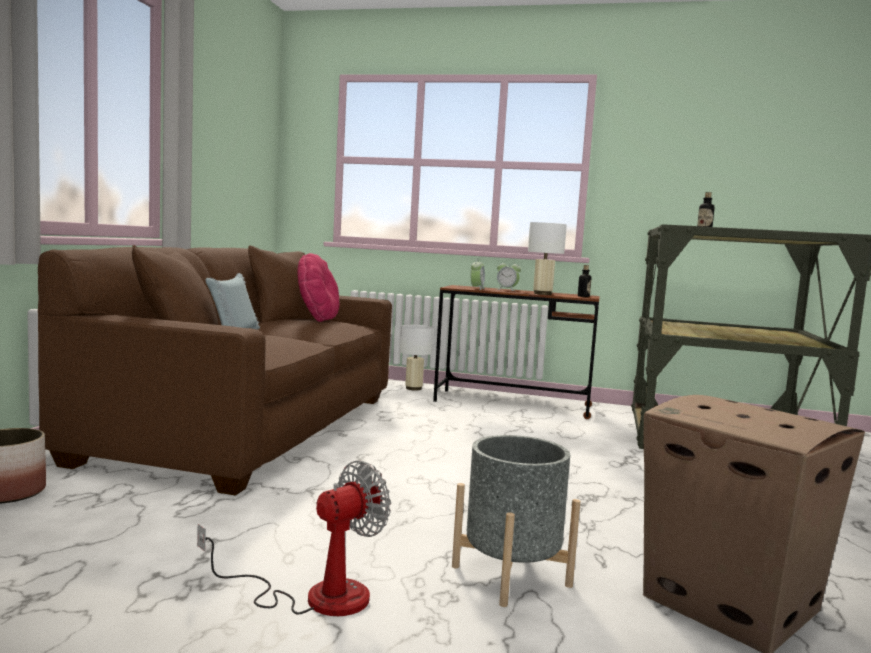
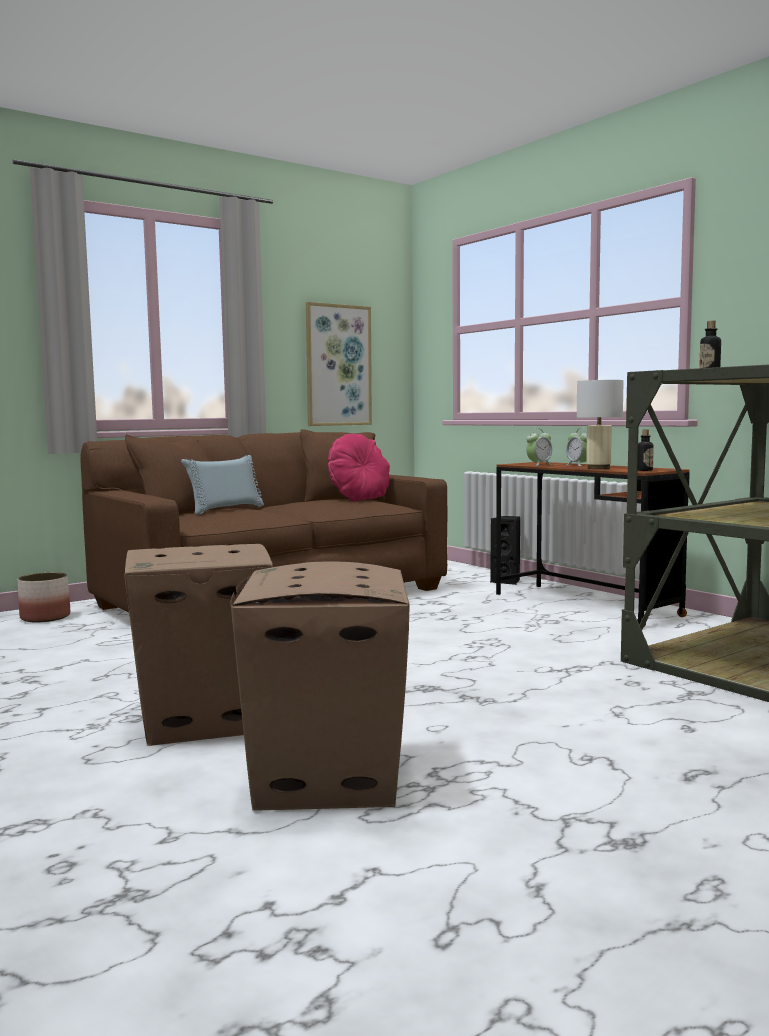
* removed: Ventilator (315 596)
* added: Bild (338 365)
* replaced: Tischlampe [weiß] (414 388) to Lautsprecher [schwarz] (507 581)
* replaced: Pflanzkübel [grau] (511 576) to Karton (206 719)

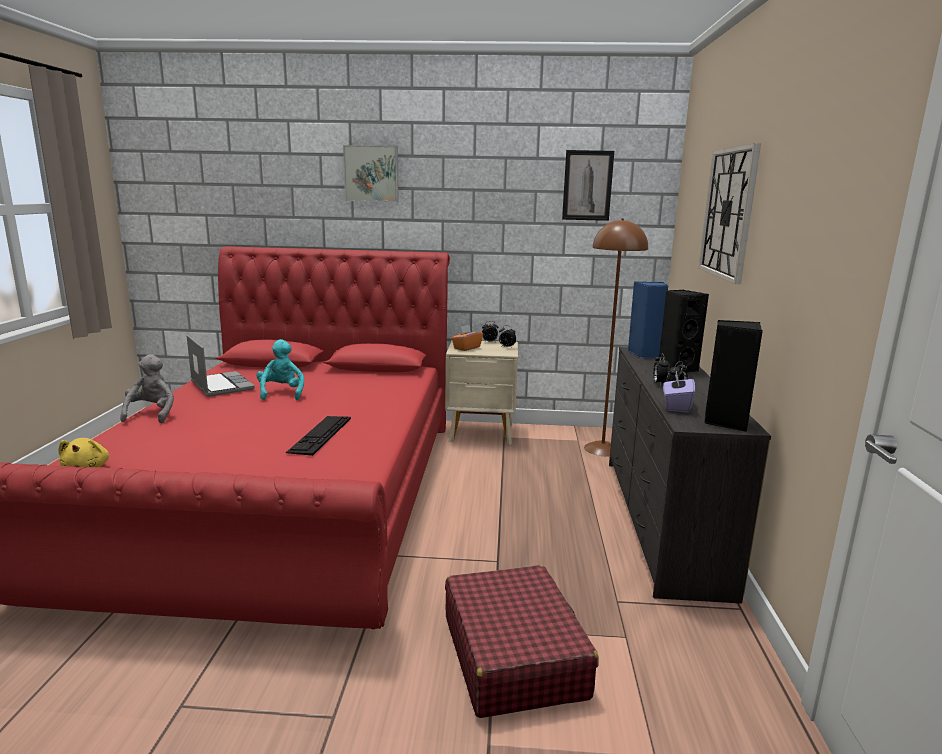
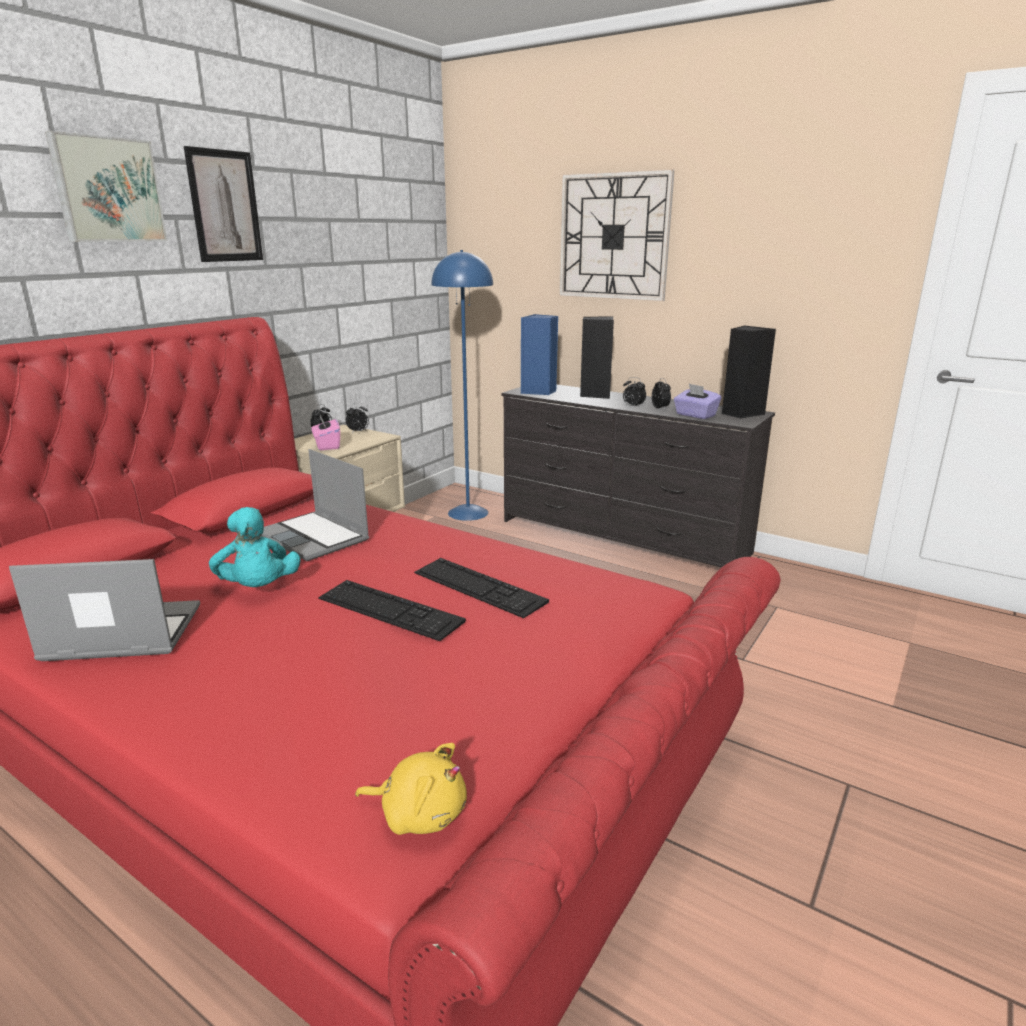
* removed: Plüschtier [grau] (152 414)
* removed: Koffer [rot] (513 655)
* added: Laptop (315 538)
* added: Tastatur (389 609)
* moved: Bild (587 185) to (225 206)
* recoloured: Taschentuchbox [orange] (466 348) to Taschentuchbox [rosa] (327 446)
* recoloured: Stehlampe [braun] (602 448) to Stehlampe [blau] (467 513)
* turned: Plüschtier [türkis] (281 393) = (258 589) 135 degrees counterclockwise

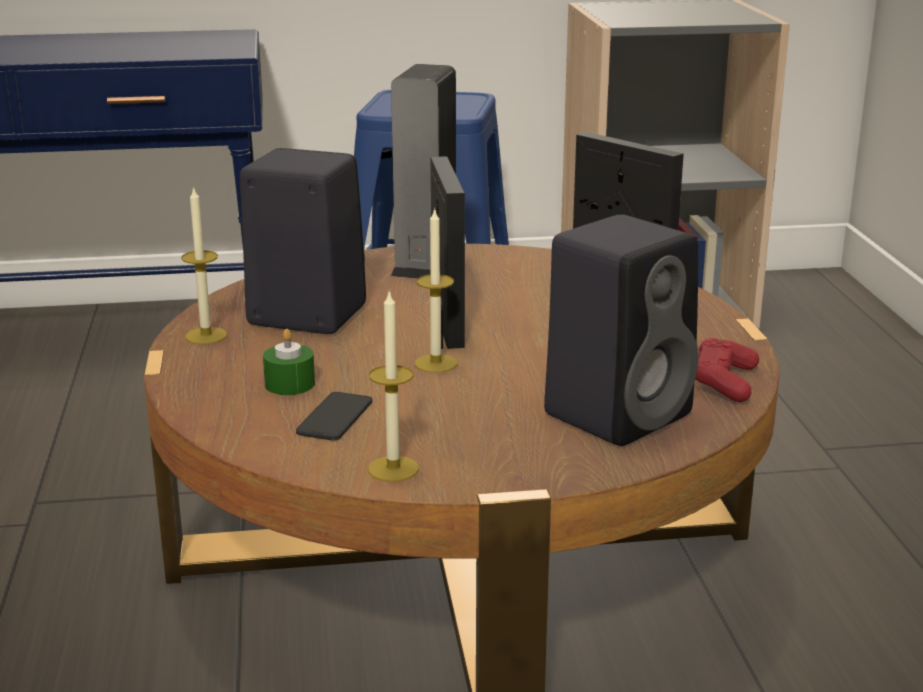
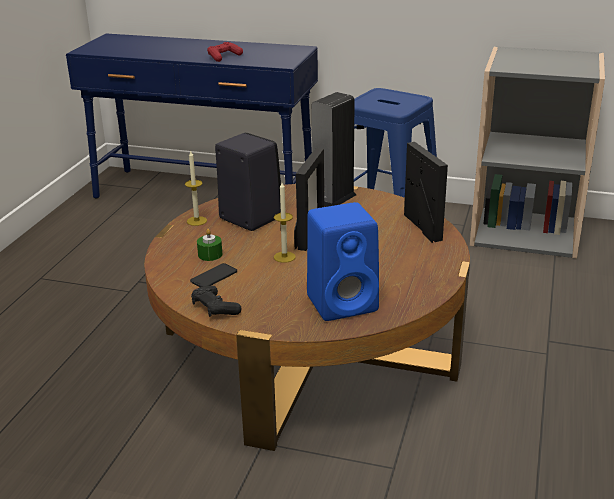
* moved: Gamepad [rot] (723 382) to (224 57)
* replaced: Kerze (393 469) to Gamepad [schwarz] (215 308)
* recoloured: Lautsprecher [schwarz] (619 413) to Lautsprecher [blau] (344 303)

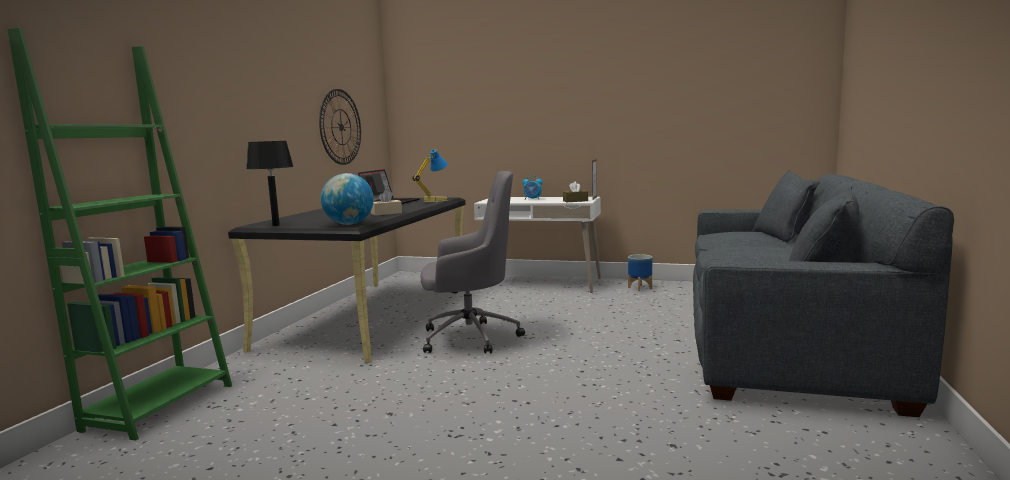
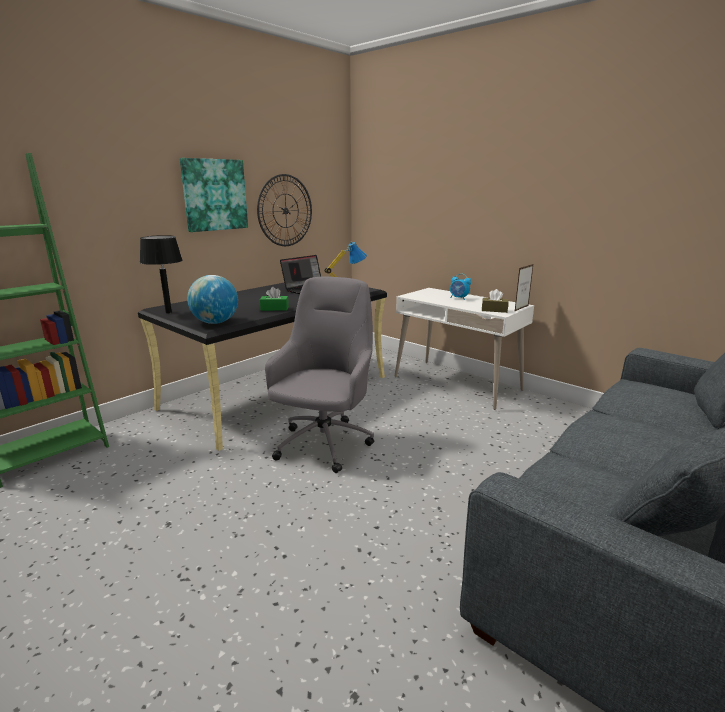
* removed: Pflanzkübel (640 288)
* added: Bild (214 195)
* recoloured: Taschentuchbox [beige] (386 213) to Taschentuchbox [grün] (274 308)
* turned: Bürostuhl [grau] (470 338) = (324 444) 90 degrees counterclockwise

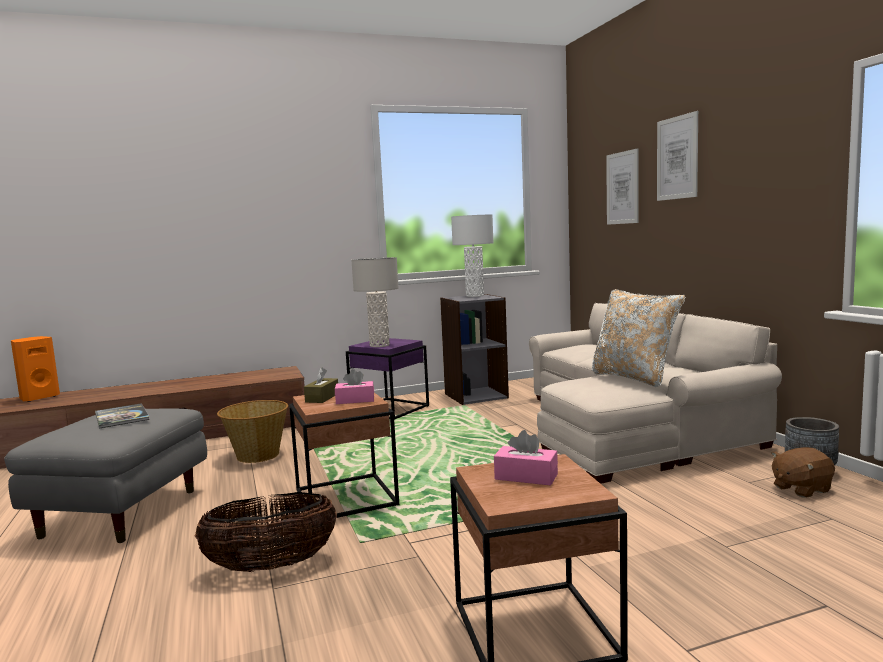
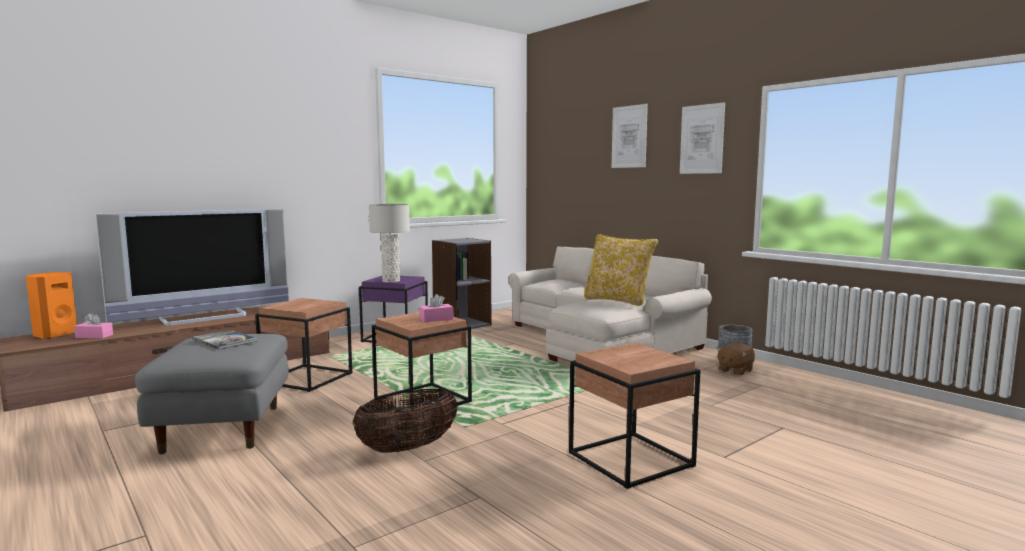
* removed: Taschentuchbox [braun] (322 398)
* removed: Tischlampe [weiß] (475 296)
* added: Fernseher (205 317)
* moved: Taschentuchbox [rosa] (526 477) to (94 336)
* moved: Bild (622 188) to (702 139)
* replaced: Korb (257 455) to Beistelltisch [braun] (307 378)
* recoloured: Kissen [weiß] (633 380) to Kissen [gelb] (617 302)

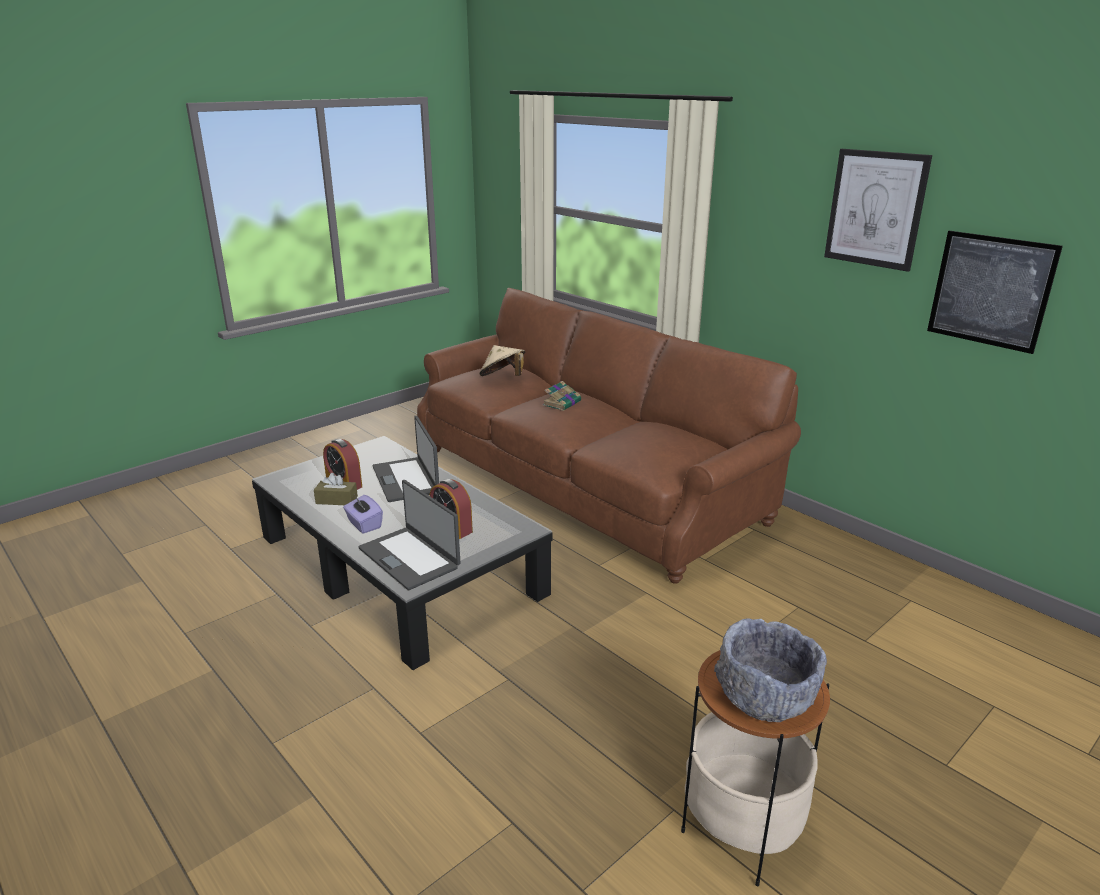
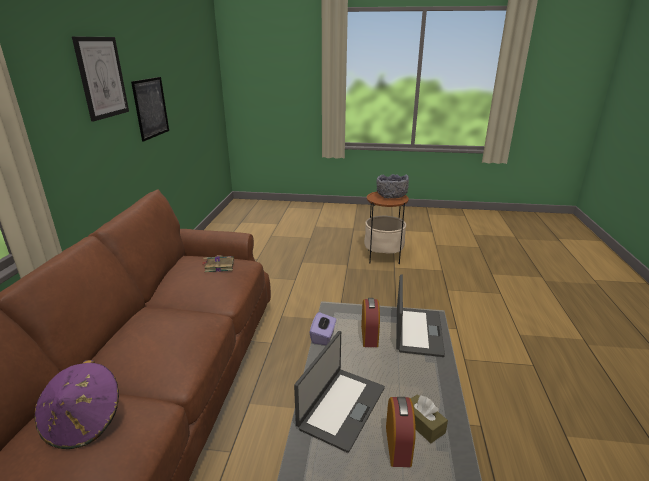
* moved: Taschentuchbox [lila] (364 524) to (323 337)
* moved: Buch (562 403) to (219 266)
* recoloured: Hut [beige] (503 378) to Hut [lila] (84 422)

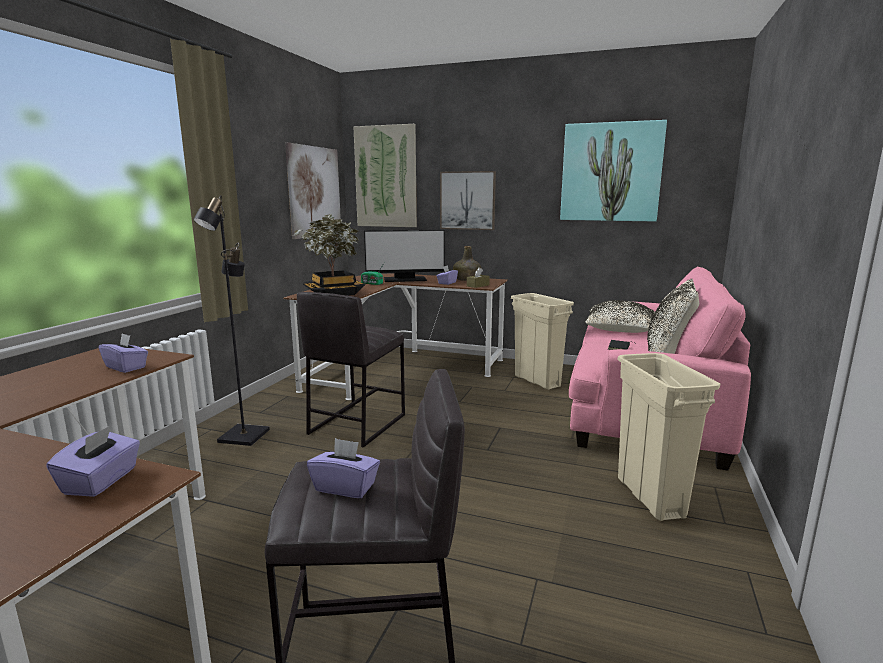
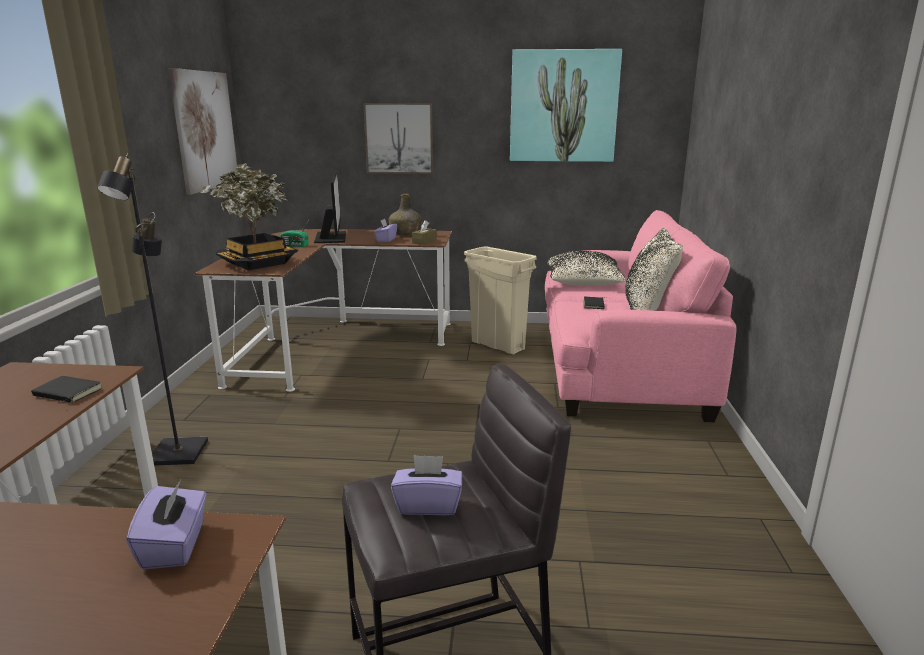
* removed: Hocker [grau] (356 424)
* removed: Bild (386 177)
* removed: Mülleimer [beige] (650 498)
* replaced: Taschentuchbox [lila] (126 367) to Buch [schwarz] (66 393)
* turned: Monitor (405 279) = (331 237) 75 degrees counterclockwise

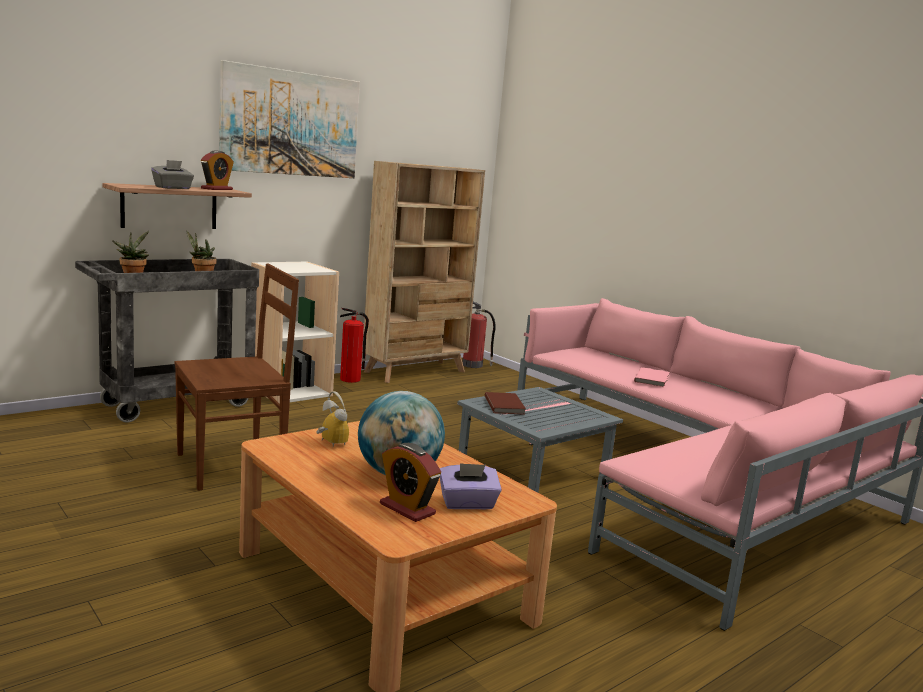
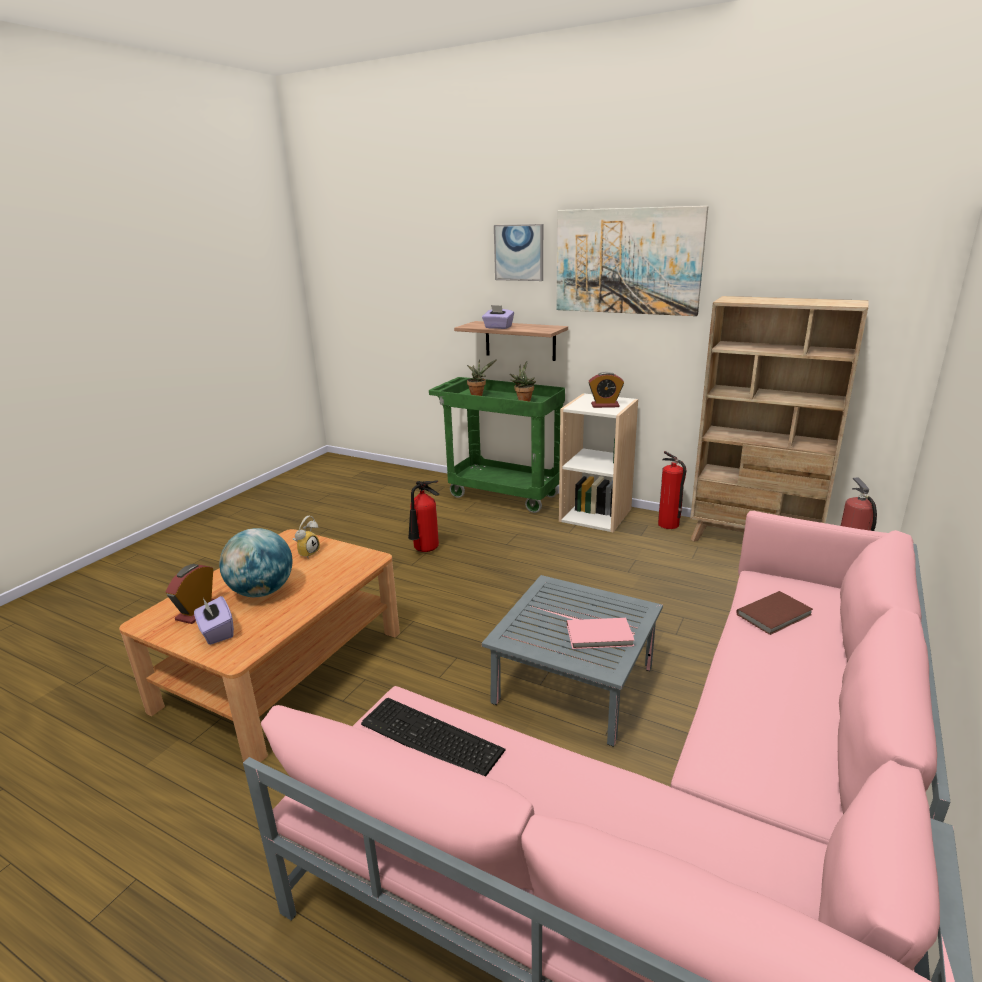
* added: Tastatur (431 739)
* added: Bild (519 252)
* moved: Wecker (217 189) to (605 405)
* moved: Buch [braun] (505 405) to (776 615)
* moved: Buch [rosa] (653 379) to (600 636)
* replaced: Stuhl [braun] (233 465) to Feuerlöscher (425 551)
* recoloured: Rollwagen [grau] (170 407) to Rollwagen [grün] (499 496)
* recoloured: Taschentuchbox [grau] (173 188) to Taschentuchbox [lila] (498 327)

